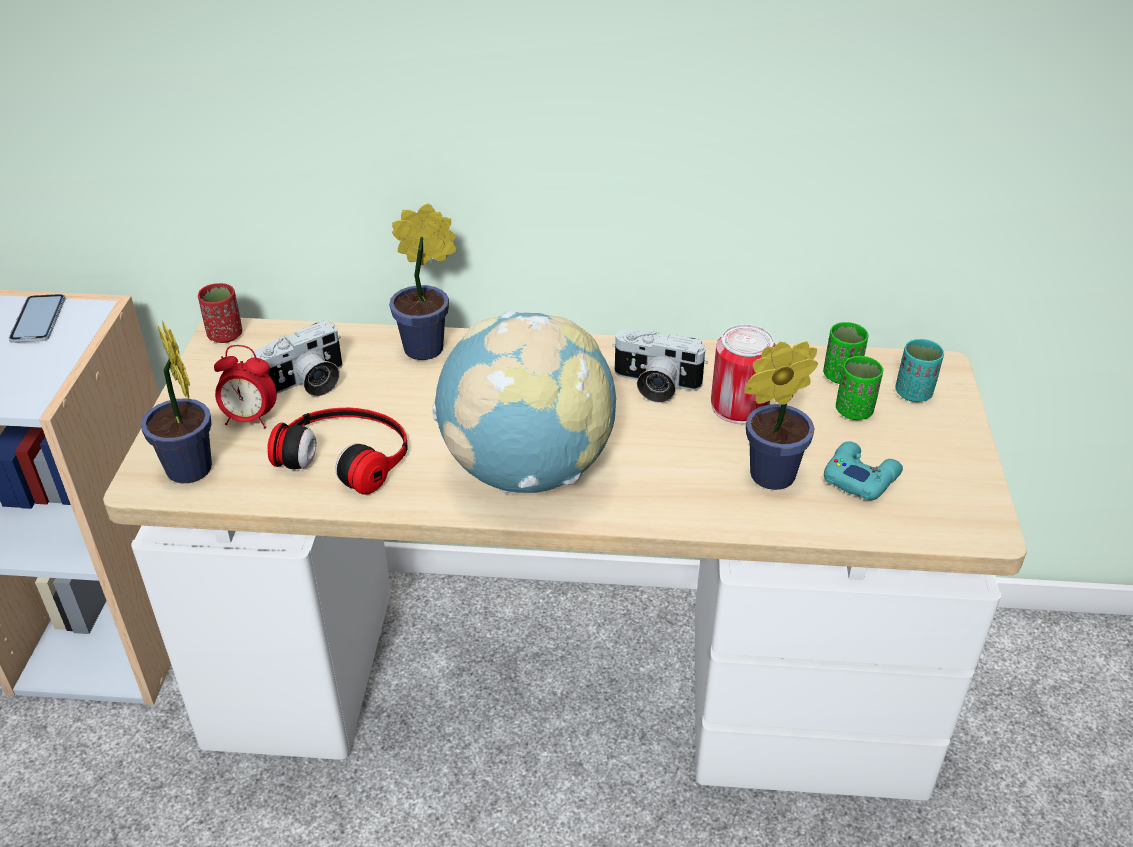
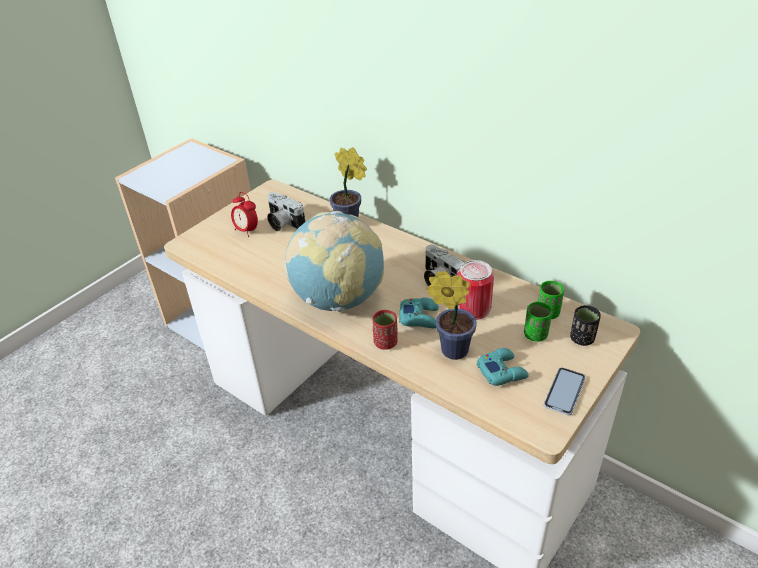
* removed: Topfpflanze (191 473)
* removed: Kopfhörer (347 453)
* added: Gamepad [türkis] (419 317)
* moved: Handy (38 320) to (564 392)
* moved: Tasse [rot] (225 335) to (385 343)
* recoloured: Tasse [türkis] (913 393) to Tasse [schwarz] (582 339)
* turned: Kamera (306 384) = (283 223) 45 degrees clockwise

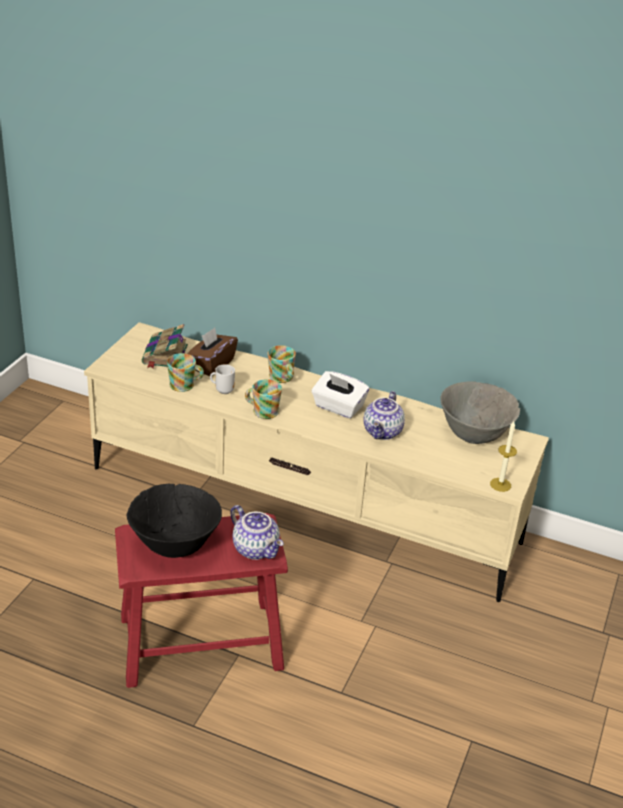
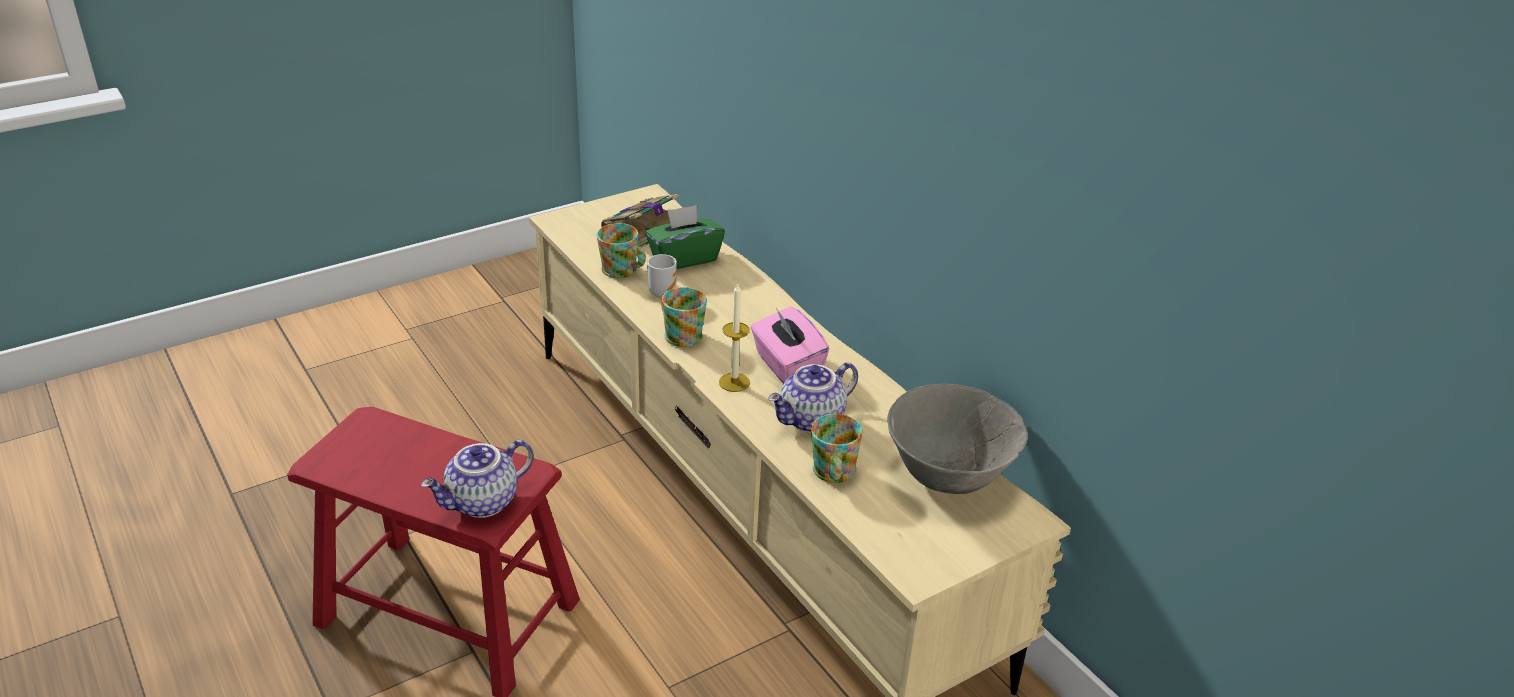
* removed: Schüssel [schwarz] (175 545)
* moved: Henkelbecher (282 378) to (833 473)
* moved: Kerze (500 484) to (734 382)
* recoloured: Taschentuchbox [braun] (212 365) to Taschentuchbox [grün] (684 258)
* recoloured: Taschentuchbox [weiß] (338 407) to Taschentuchbox [rosa] (786 366)
* turned: Teekanne (256 549) = (483 503) 60 degrees clockwise

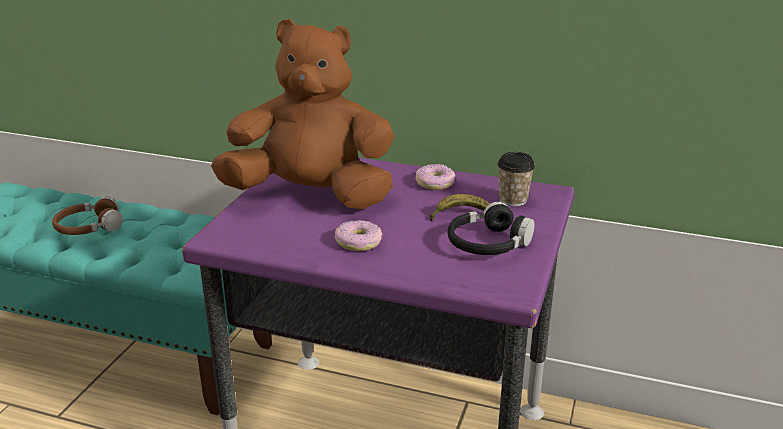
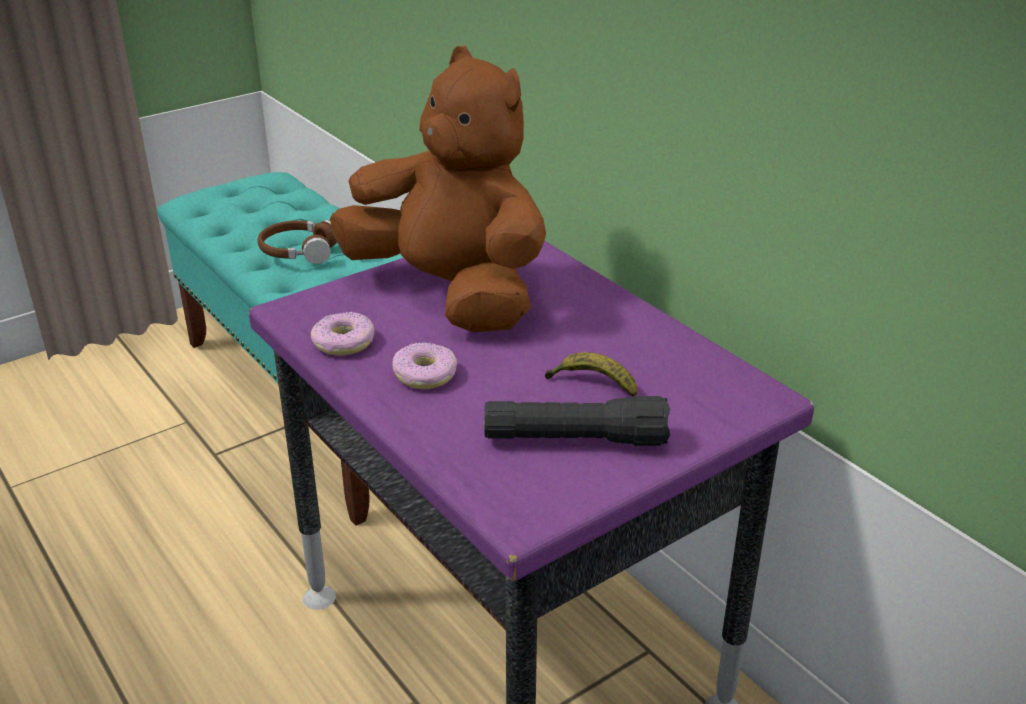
* removed: Tasse (513 200)
* moved: Donut (435 183) to (344 342)
* replaced: Kopfhörer [schwarz] (488 244) to Taschenlampe [schwarz] (575 440)

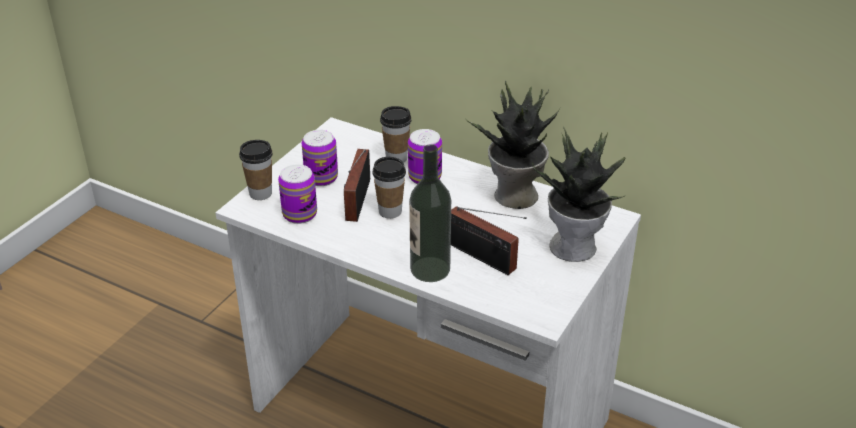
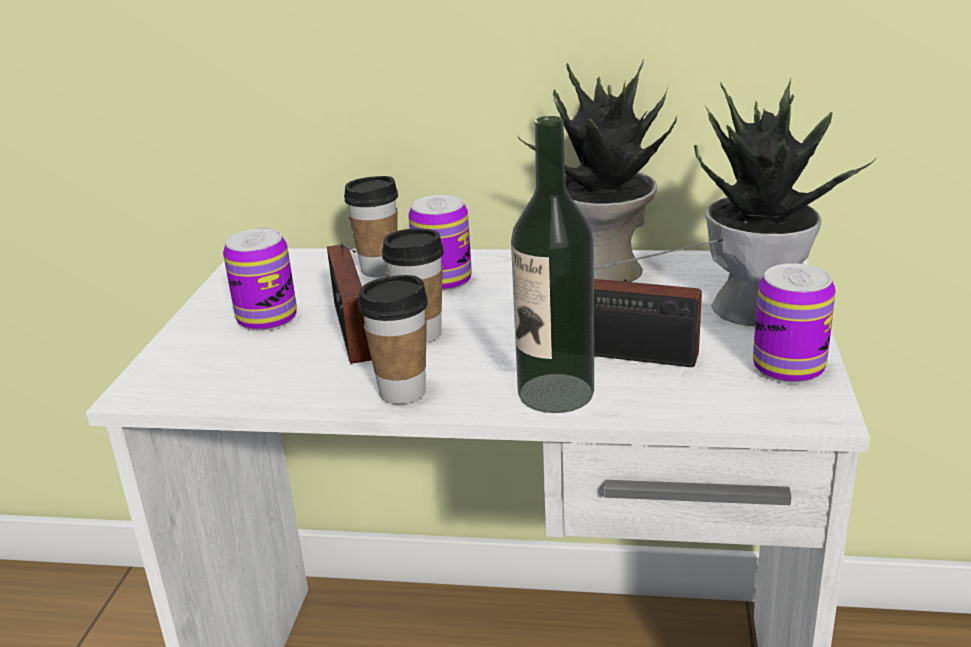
* moved: Tasse (260 193) to (402 392)
* moved: Dose (299 214) to (788 368)

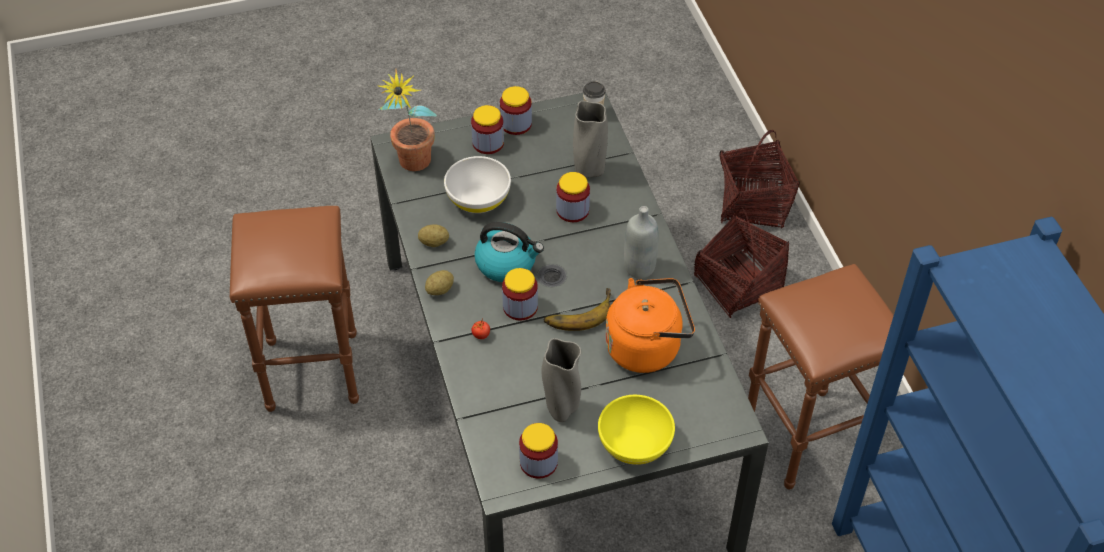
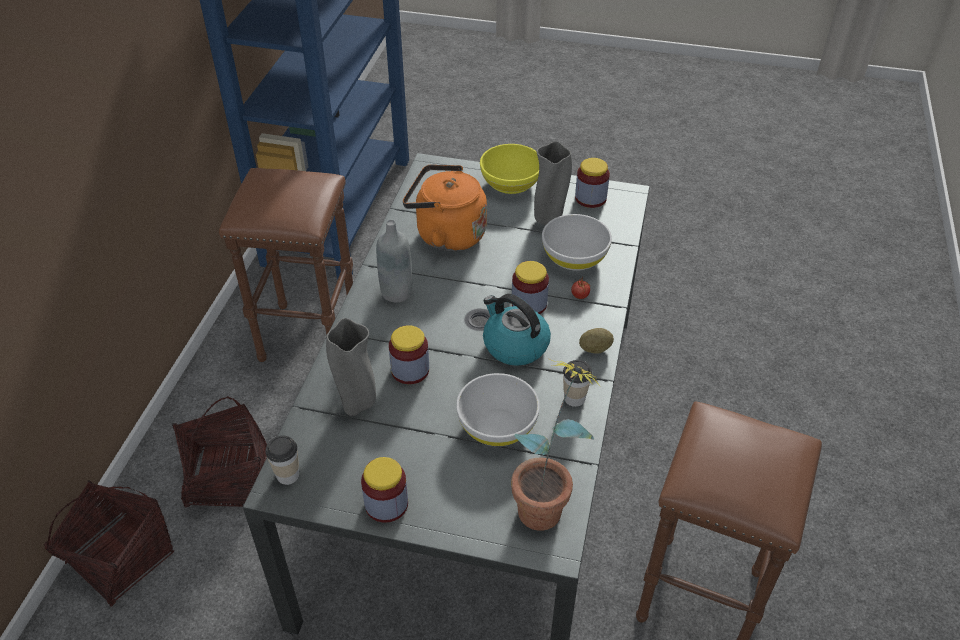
* removed: Vorratsglas (488 143)
* removed: Banane (578 311)
* added: Schüssel [weiß] (574 258)
* replaced: Kartoffel (434 242) to Tasse (574 398)

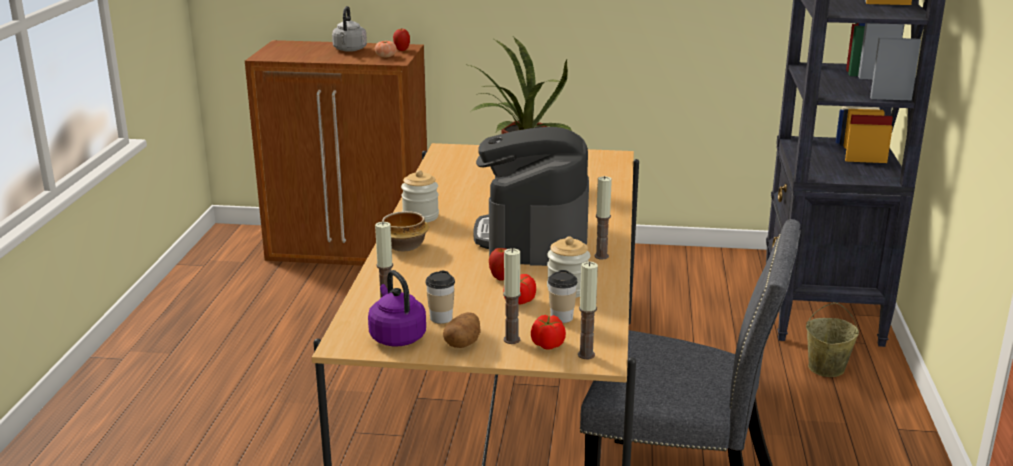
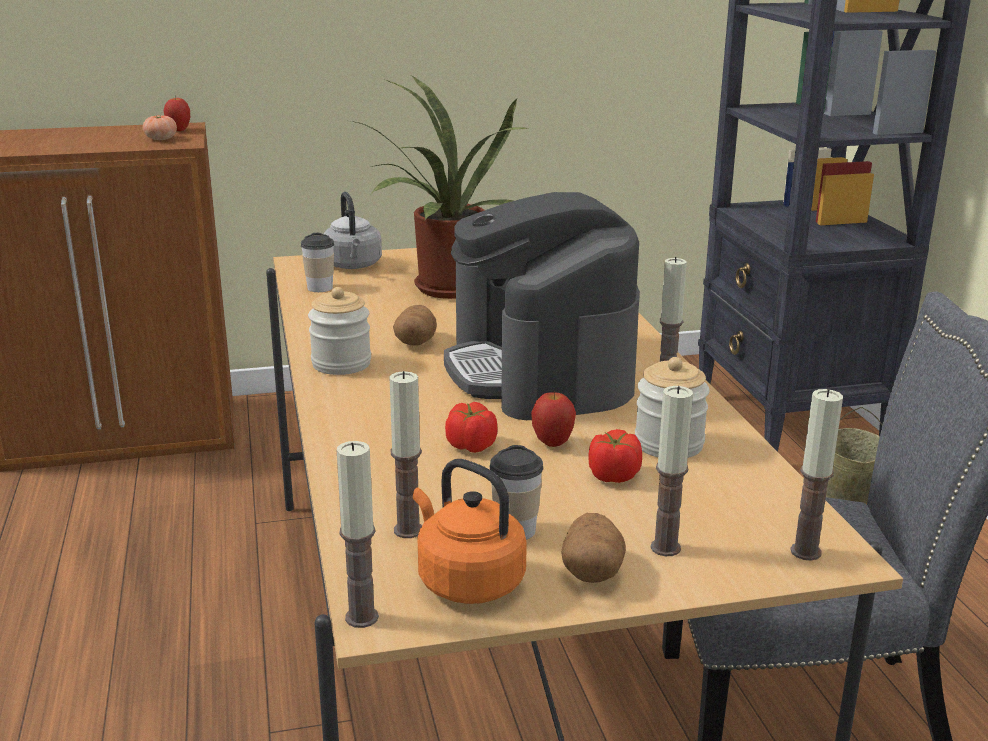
* removed: Schüssel (404 246)
* added: Kerze (362 617)
* added: Kartoffel (415 342)
* moved: Wasserkessel [grau] (349 50) to (353 266)
* moved: Tomate (547 344) to (471 446)
* moved: Tasse (561 317) to (320 288)
* recoloured: Wasserkessel [lila] (396 336) to Wasserkessel [orange] (466 581)

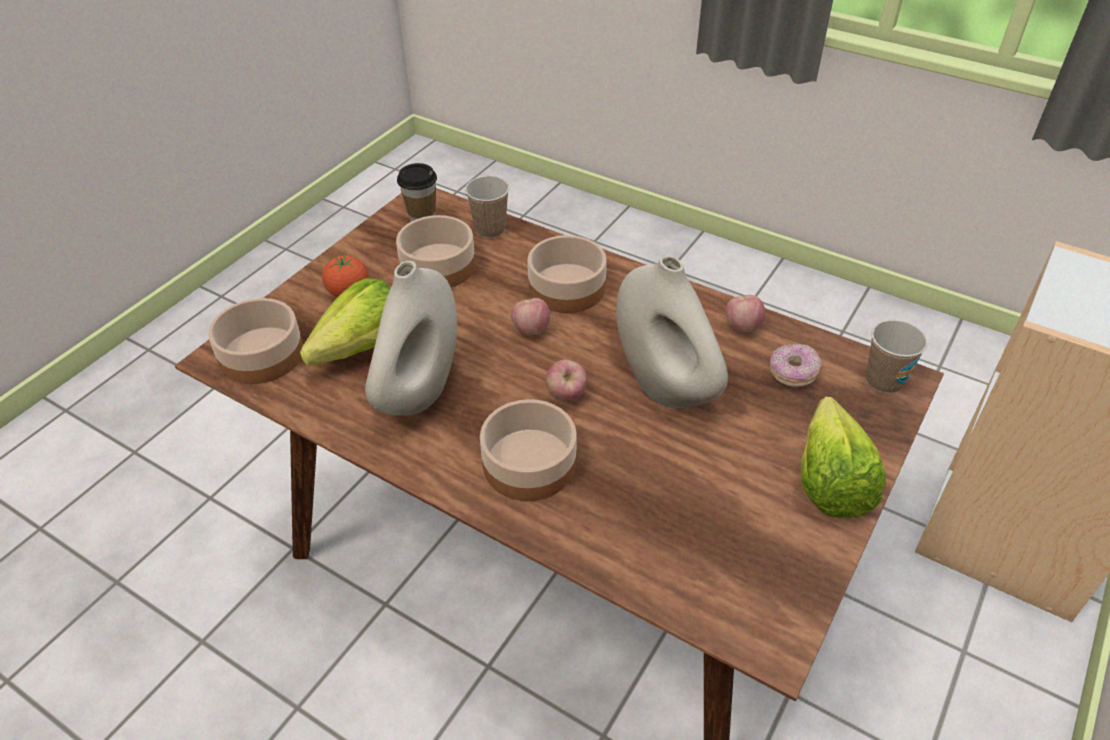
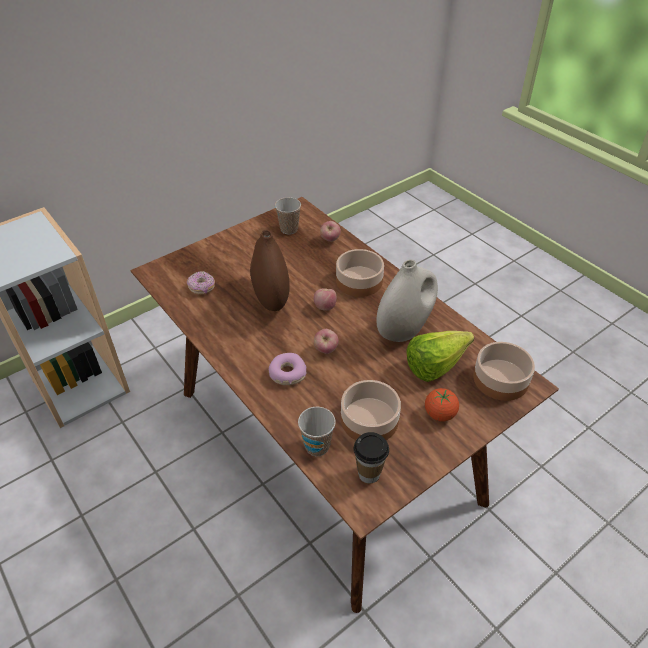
* removed: Salatkopf (831 474)
* moved: Apfel (742 327) to (330 240)
* moved: Tasse (883 381) to (289 229)
* replaced: Schüssel (568 288) to Donut (287 373)
* recoloured: Vase [weiß] (665 386) to Vase [braun] (271 298)

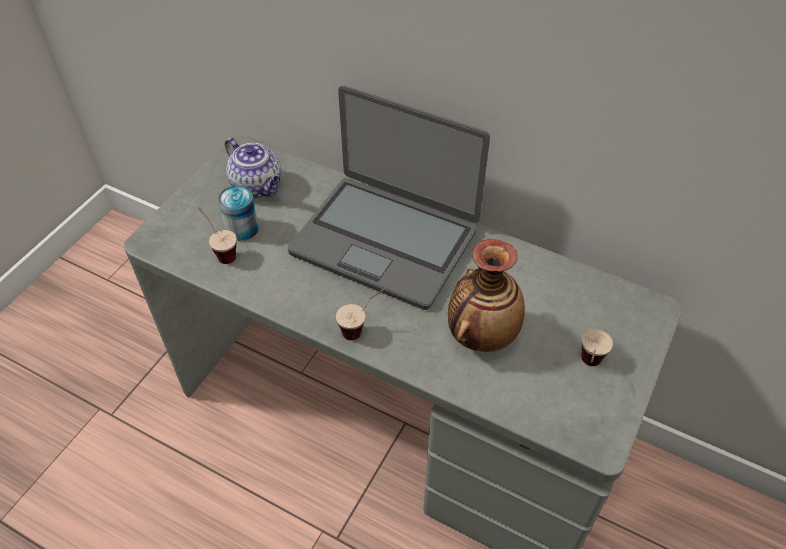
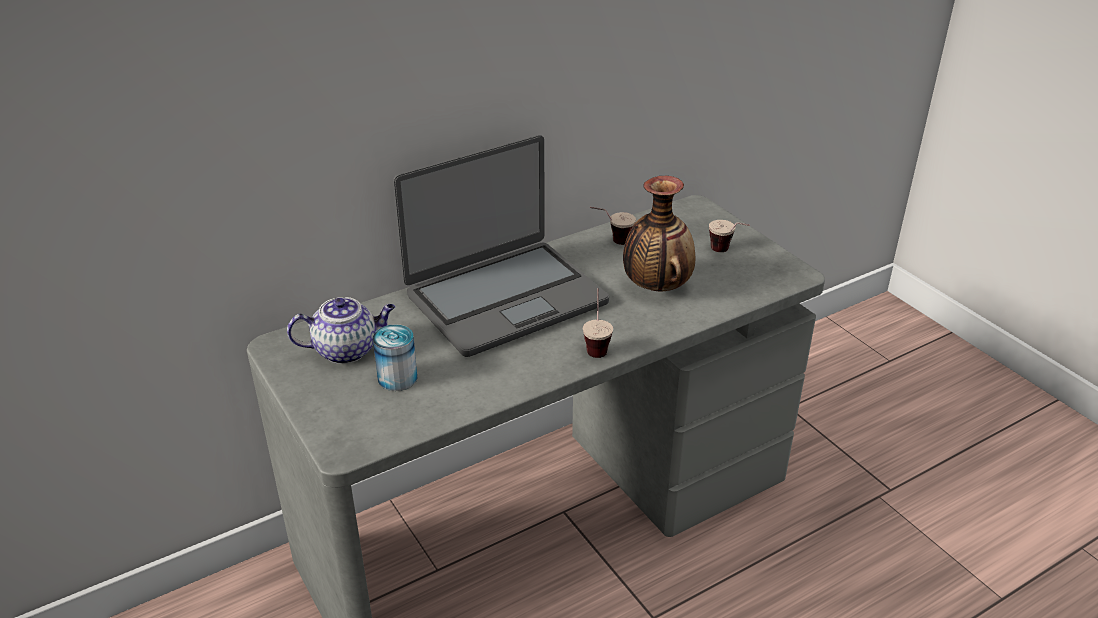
* moved: Tasse (220 251) to (611 242)

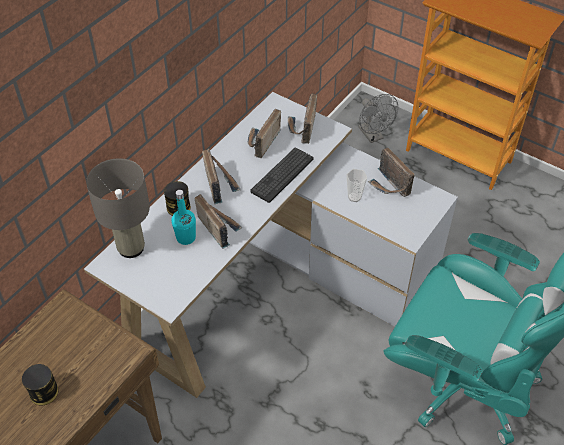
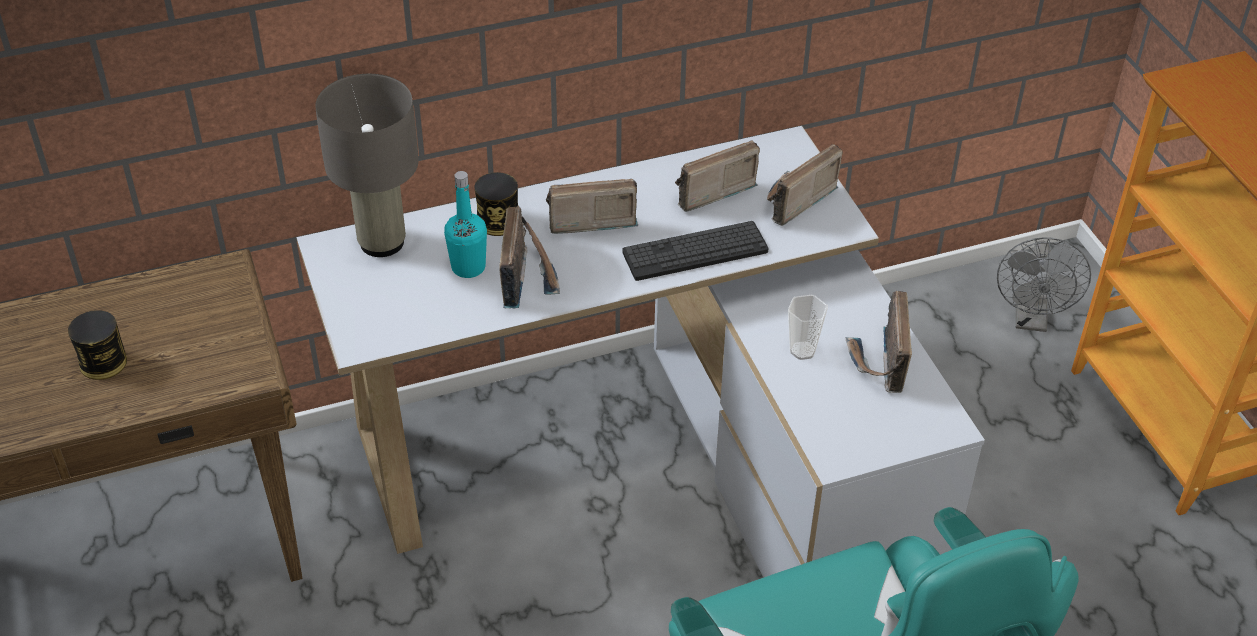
* turned: Radio (220 184) = (588 219) 120 degrees counterclockwise

